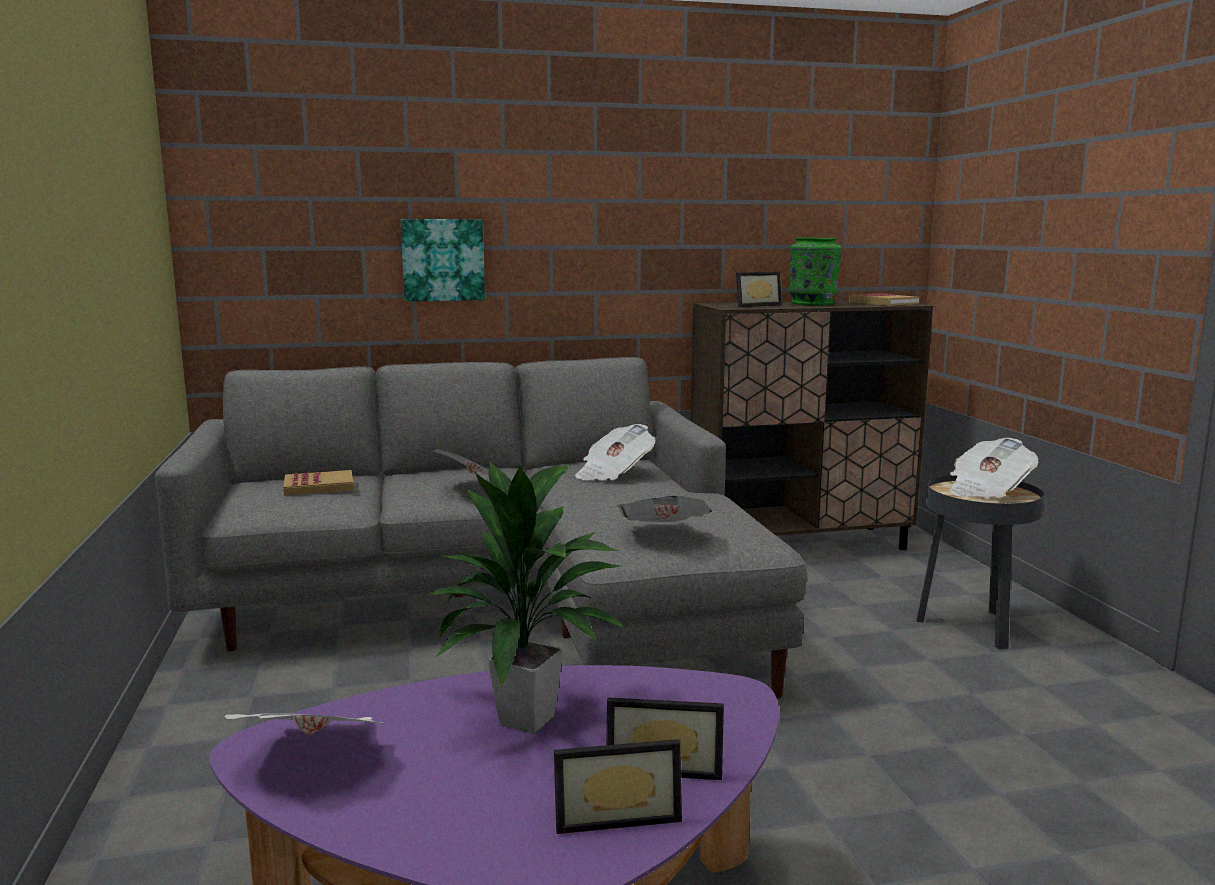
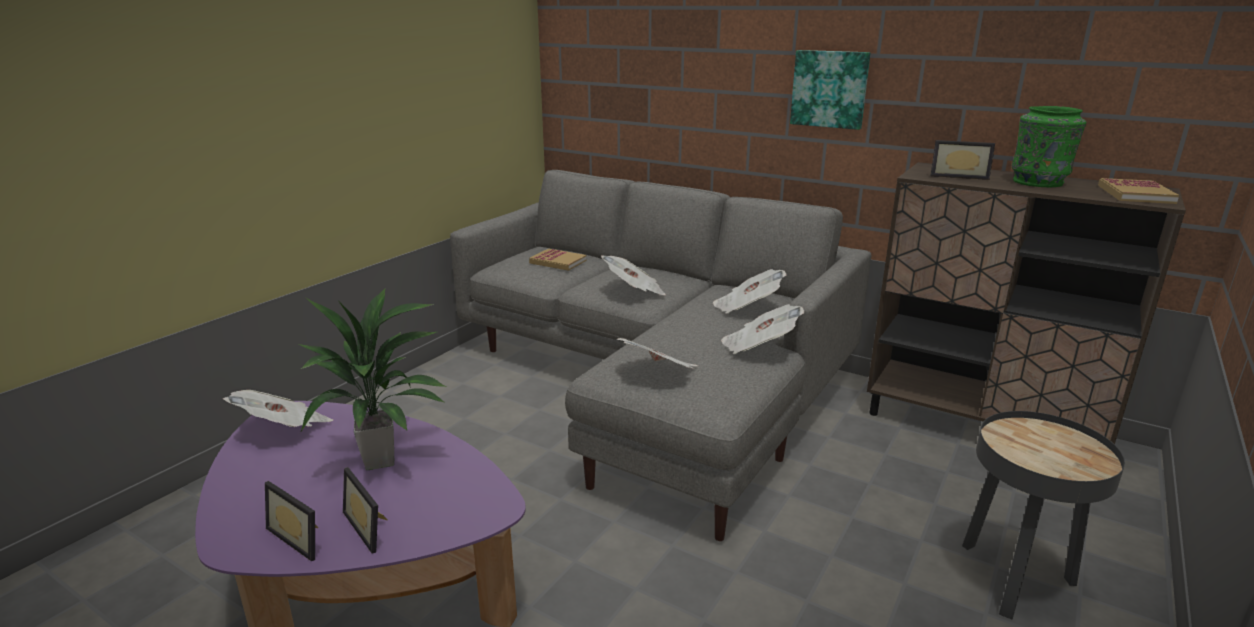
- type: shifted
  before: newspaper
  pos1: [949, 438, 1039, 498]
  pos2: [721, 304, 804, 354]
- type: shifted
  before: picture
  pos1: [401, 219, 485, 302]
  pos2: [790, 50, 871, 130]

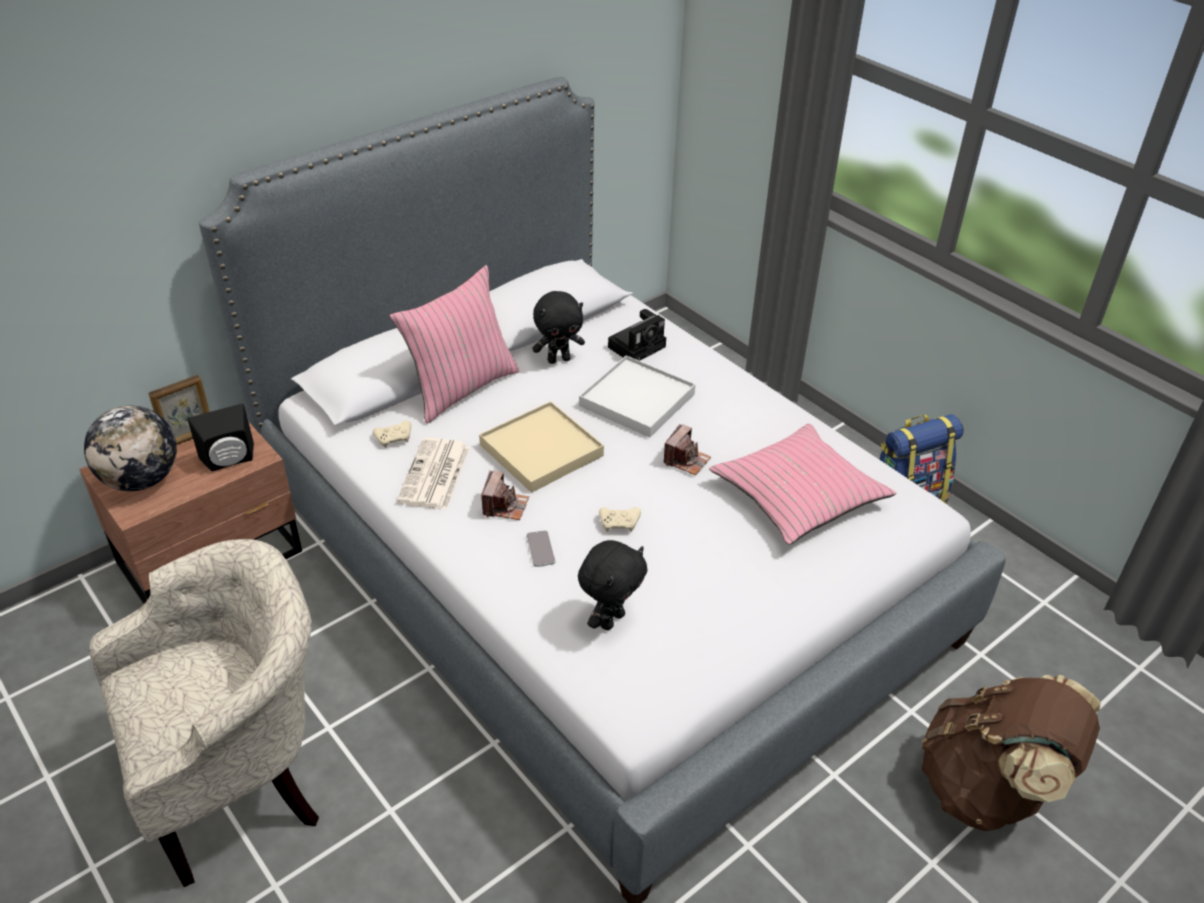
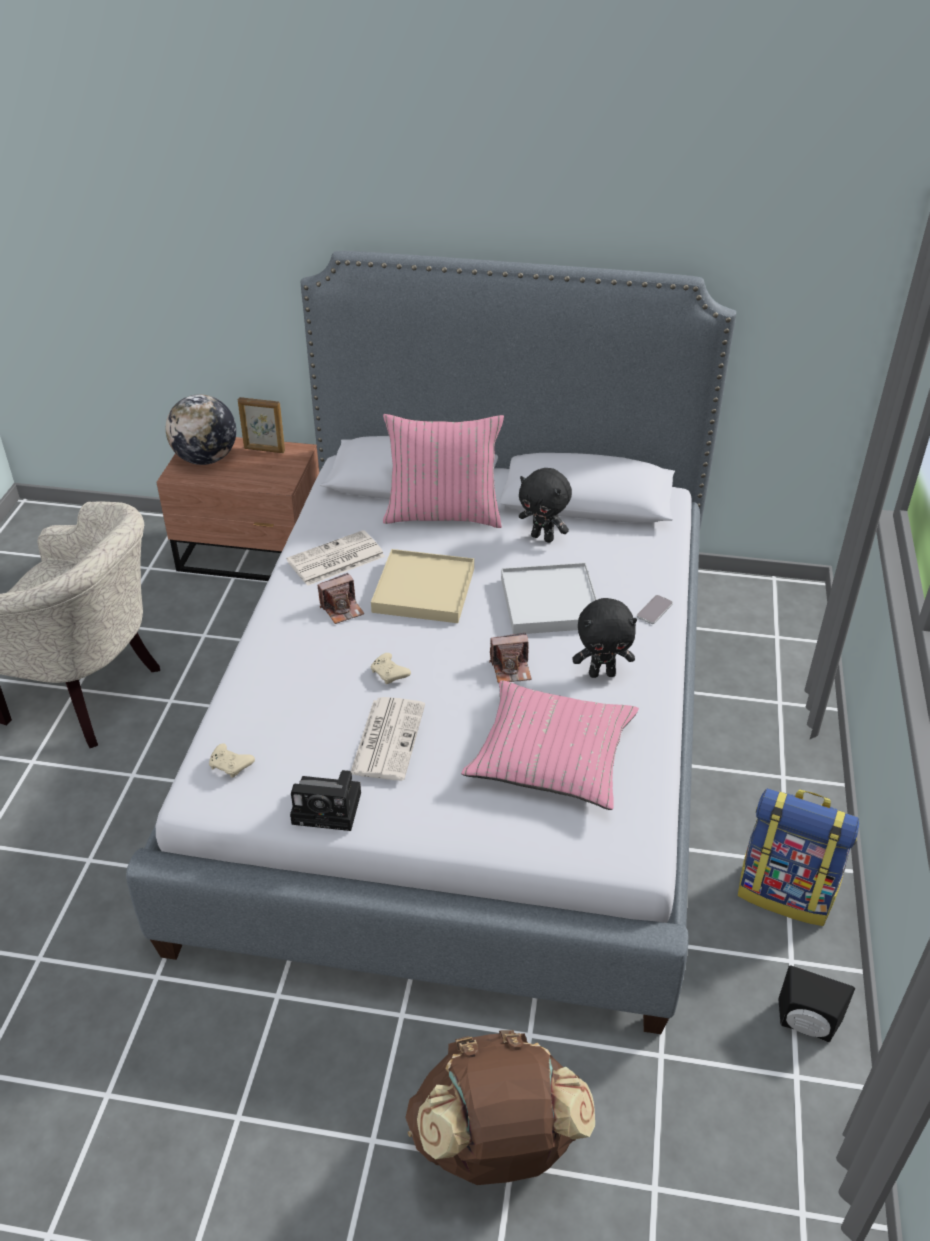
- type: shifted
  before: game controller in beige
  pos1: [373, 421, 411, 448]
  pos2: [209, 744, 255, 778]
- type: shifted
  before: photo camera
  pos1: [608, 309, 666, 361]
  pos2: [290, 770, 361, 831]
- type: new
  after: newspaper
  pos2: [351, 697, 425, 780]
- type: shifted
  before: plush toy in black
  pos1: [578, 540, 648, 630]
  pos2: [572, 598, 637, 678]
- type: shifted
  before: phone
  pos1: [526, 530, 555, 567]
  pos2: [637, 595, 673, 624]
- type: shifted
  before: speaker in black
  pos1: [188, 404, 254, 472]
  pos2: [778, 966, 855, 1042]

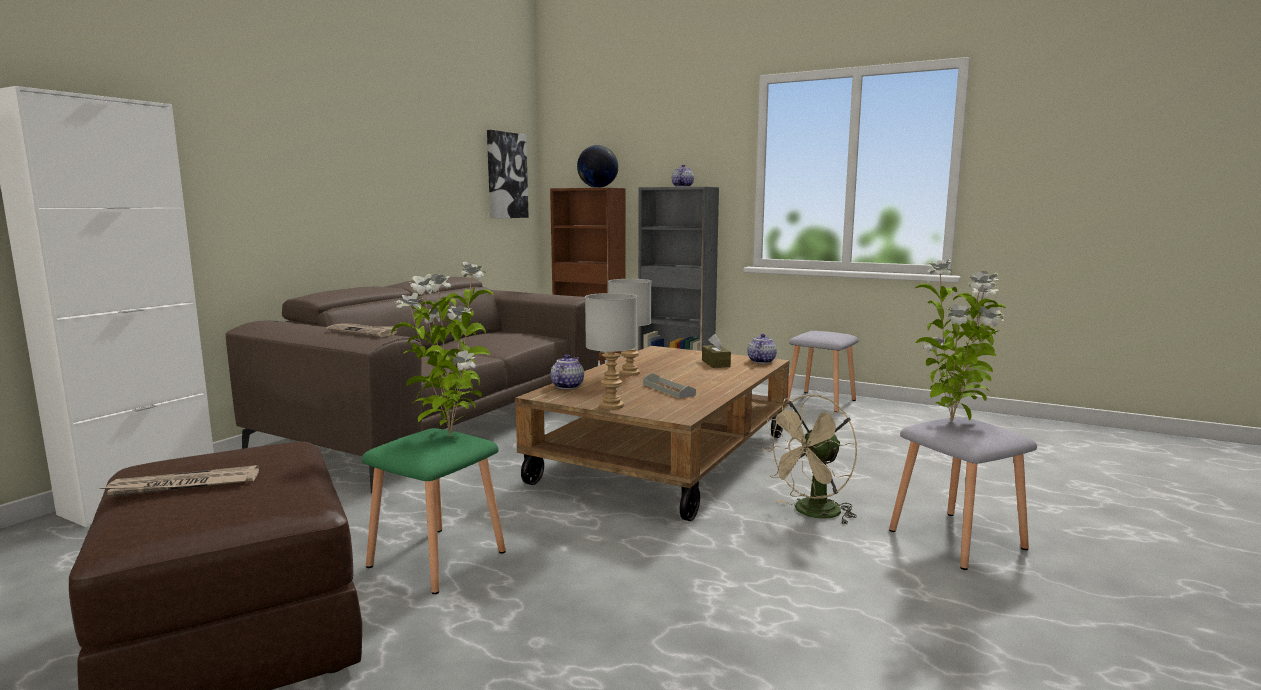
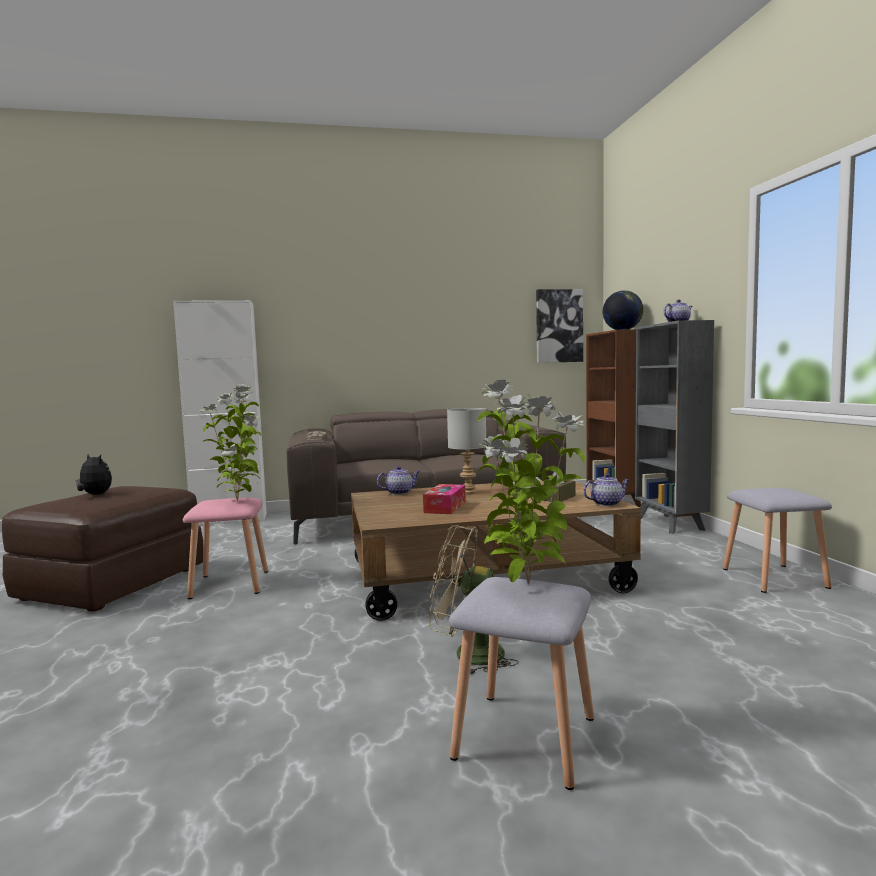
- type: swapped
  before: newspaper
  after: plush toy
  pos1: [100, 465, 259, 497]
  pos2: [76, 454, 112, 495]
- type: repainted
  before: stool in green
  after: stool in pink
  pos1: [361, 428, 506, 594]
  pos2: [183, 498, 268, 599]
- type: swapped
  before: tray in grey
  after: tissue box
  pos1: [643, 373, 696, 399]
  pos2: [423, 484, 466, 514]
- type: gone
  before: table lamp in grey
  pos1: [585, 293, 637, 410]

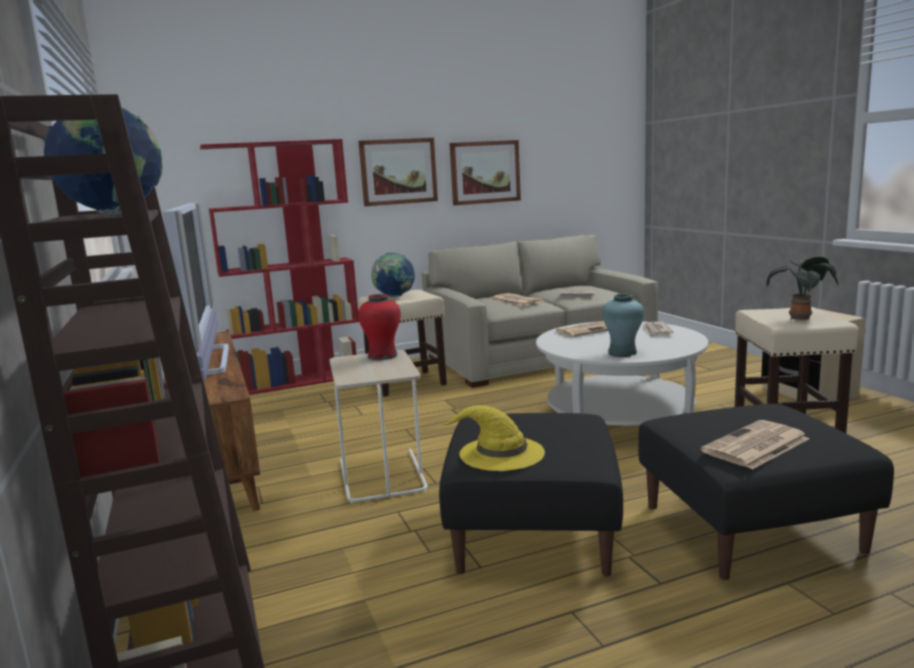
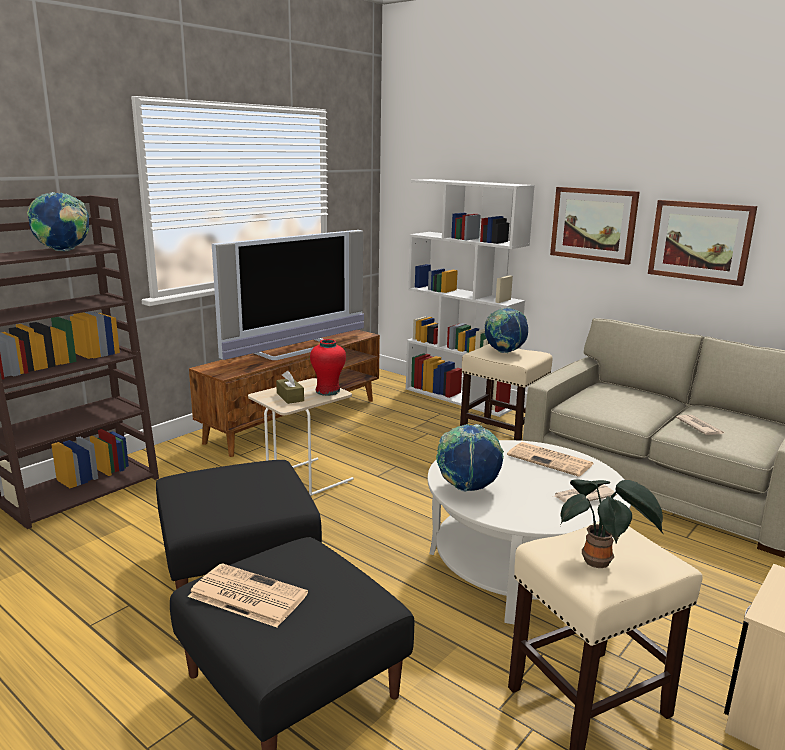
- type: new
  after: tissue box in brown
  pos2: [276, 371, 304, 404]
- type: repainted
  before: bookcase in red
  after: bookcase in white
  pos1: [200, 139, 359, 395]
  pos2: [406, 179, 535, 417]
- type: swapped
  before: vase in turquoise
  after: globe
  pos1: [602, 294, 644, 357]
  pos2: [436, 424, 504, 492]
- type: gone
  before: hat in yellow
  pos1: [439, 405, 545, 471]
- type: gone
  before: newspaper
  pos1: [491, 293, 545, 306]

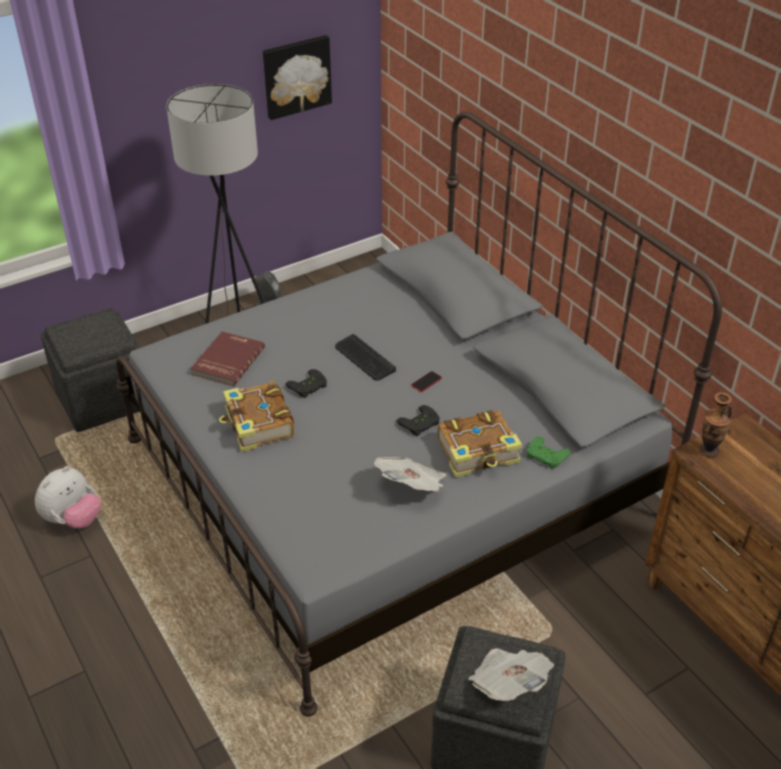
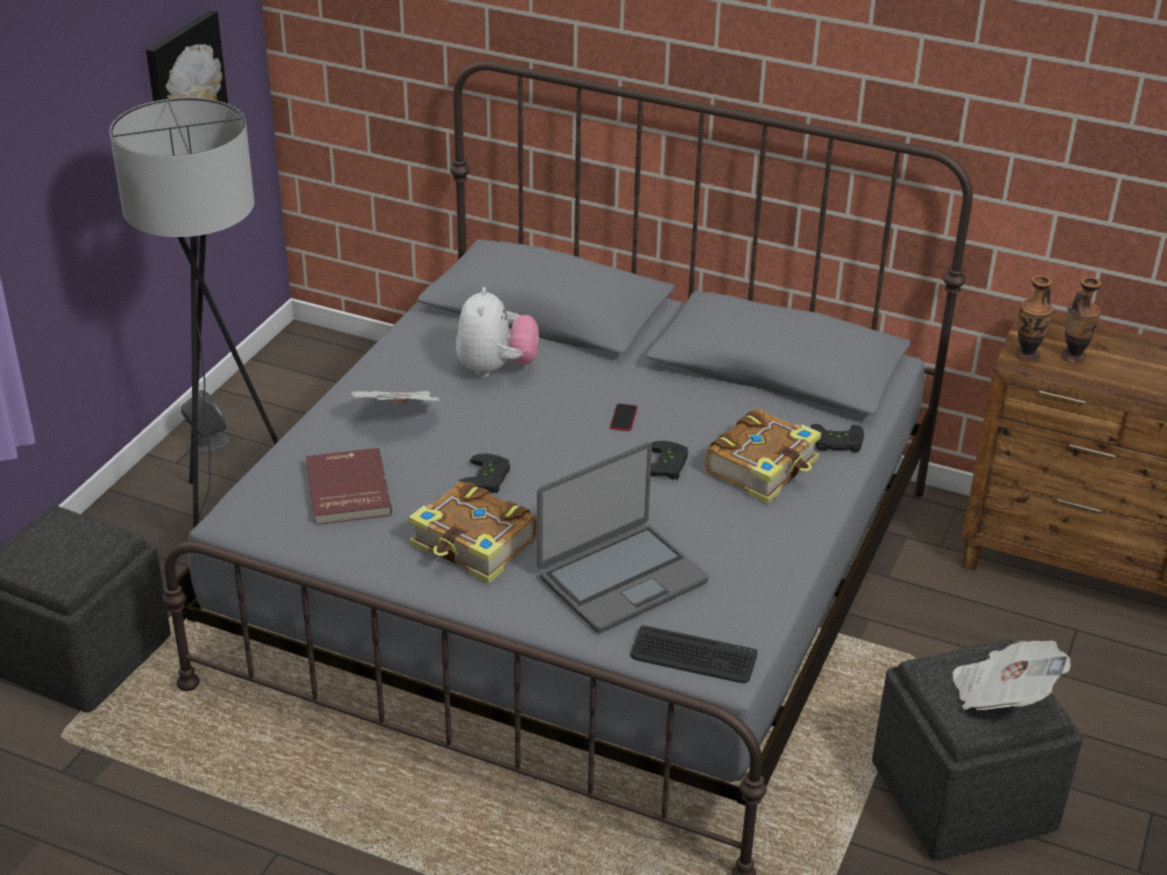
- type: shifted
  before: newspaper
  pos1: [374, 457, 446, 492]
  pos2: [351, 391, 442, 405]
- type: shifted
  before: plush toy
  pos1: [35, 466, 101, 528]
  pos2: [456, 287, 539, 377]
- type: new
  after: laptop
  pos2: [537, 442, 708, 633]
- type: shifted
  before: keyboard
  pos1: [335, 334, 396, 381]
  pos2: [631, 625, 757, 683]
- type: repainted
  before: game controller in green
  after: game controller in black
  pos1: [527, 437, 571, 469]
  pos2: [810, 424, 864, 452]
- type: new
  after: vase
  pos2: [1061, 277, 1102, 364]

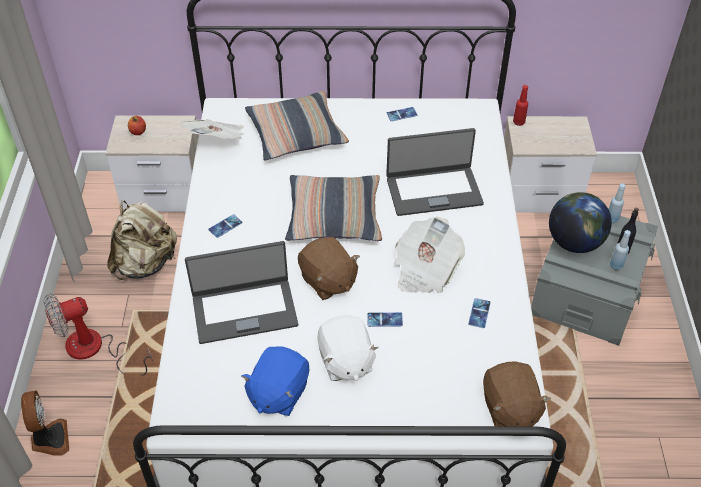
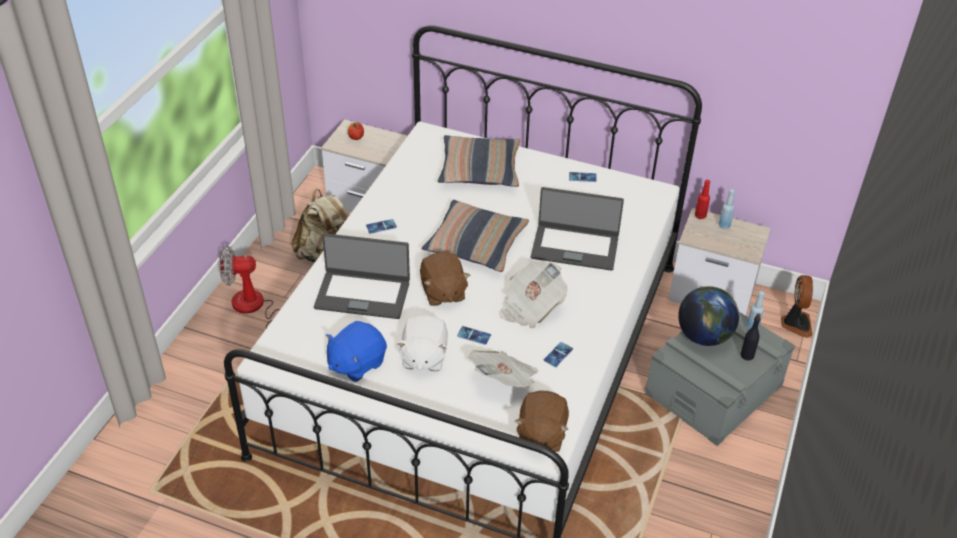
- type: shifted
  before: newspaper
  pos1: [181, 119, 244, 139]
  pos2: [469, 350, 538, 388]
- type: shifted
  before: bottle in blue
  pos1: [610, 230, 631, 270]
  pos2: [719, 189, 735, 229]
- type: shifted
  before: fan
  pos1: [21, 390, 69, 456]
  pos2: [781, 275, 813, 338]

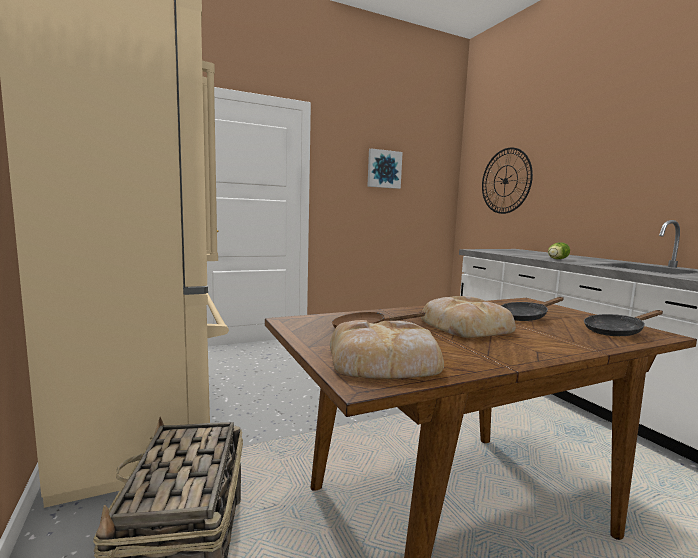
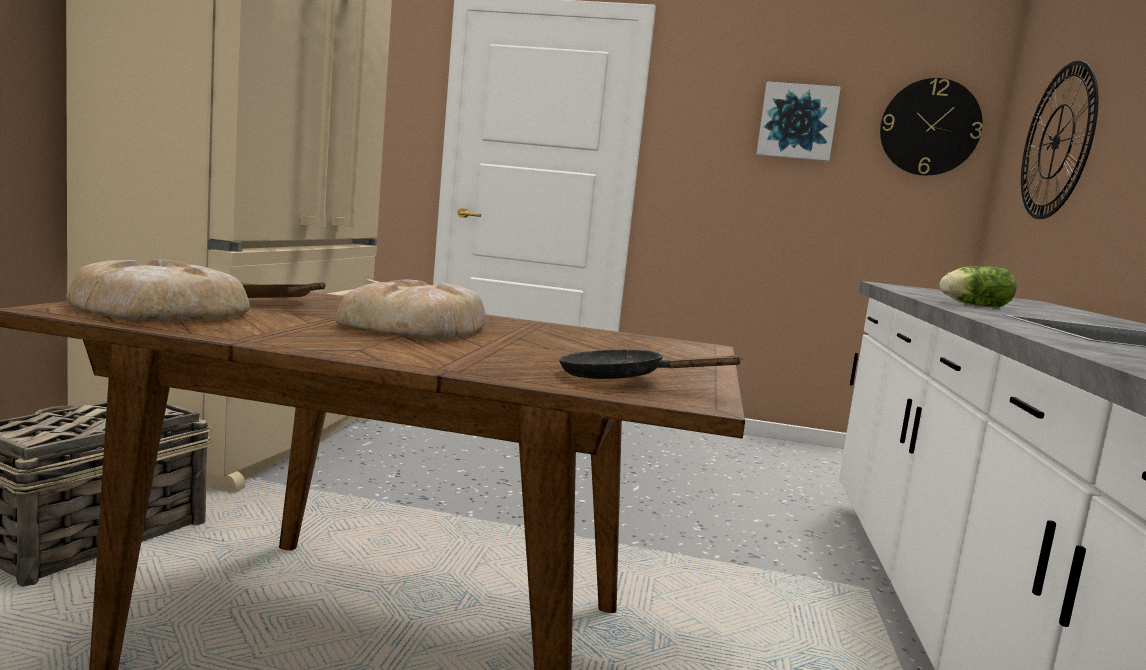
- type: new
  after: wall clock
  pos2: [880, 78, 983, 176]
- type: gone
  before: frying pan in black
  pos1: [501, 297, 564, 321]

